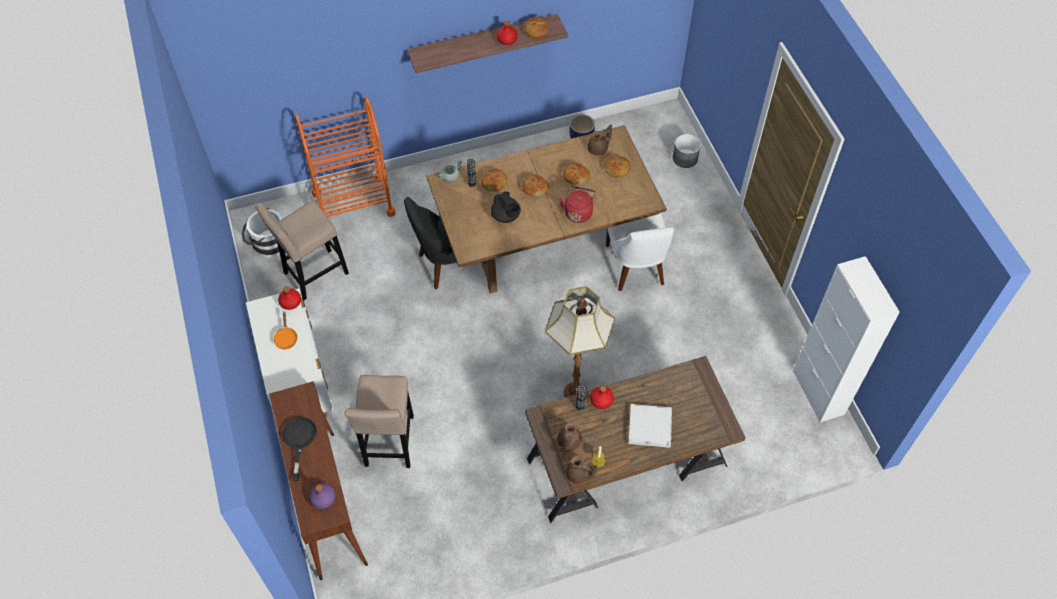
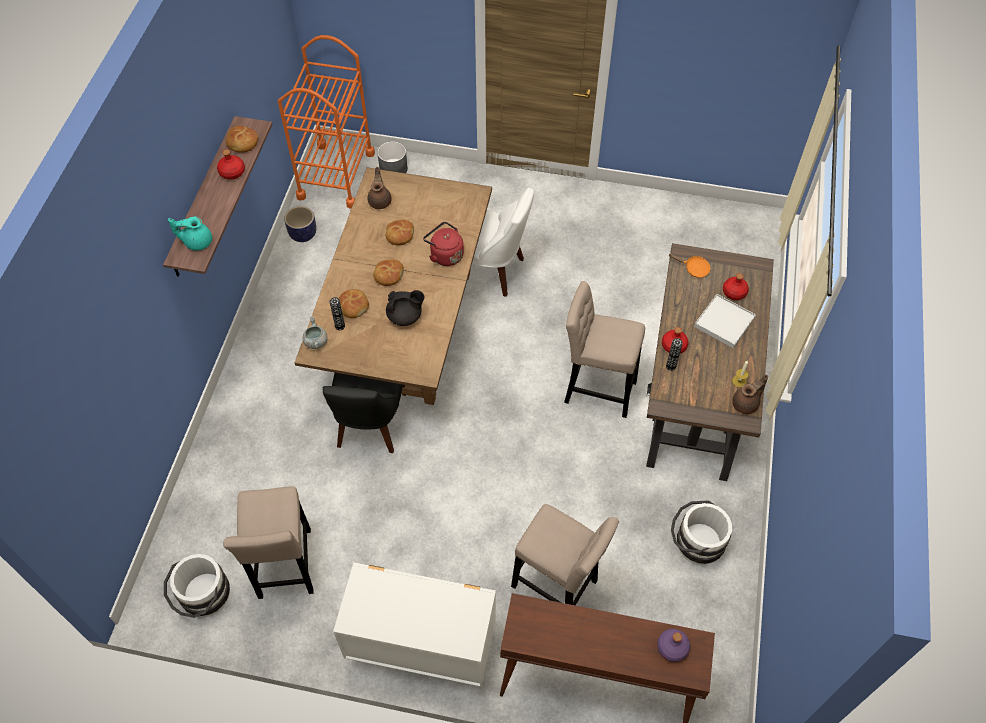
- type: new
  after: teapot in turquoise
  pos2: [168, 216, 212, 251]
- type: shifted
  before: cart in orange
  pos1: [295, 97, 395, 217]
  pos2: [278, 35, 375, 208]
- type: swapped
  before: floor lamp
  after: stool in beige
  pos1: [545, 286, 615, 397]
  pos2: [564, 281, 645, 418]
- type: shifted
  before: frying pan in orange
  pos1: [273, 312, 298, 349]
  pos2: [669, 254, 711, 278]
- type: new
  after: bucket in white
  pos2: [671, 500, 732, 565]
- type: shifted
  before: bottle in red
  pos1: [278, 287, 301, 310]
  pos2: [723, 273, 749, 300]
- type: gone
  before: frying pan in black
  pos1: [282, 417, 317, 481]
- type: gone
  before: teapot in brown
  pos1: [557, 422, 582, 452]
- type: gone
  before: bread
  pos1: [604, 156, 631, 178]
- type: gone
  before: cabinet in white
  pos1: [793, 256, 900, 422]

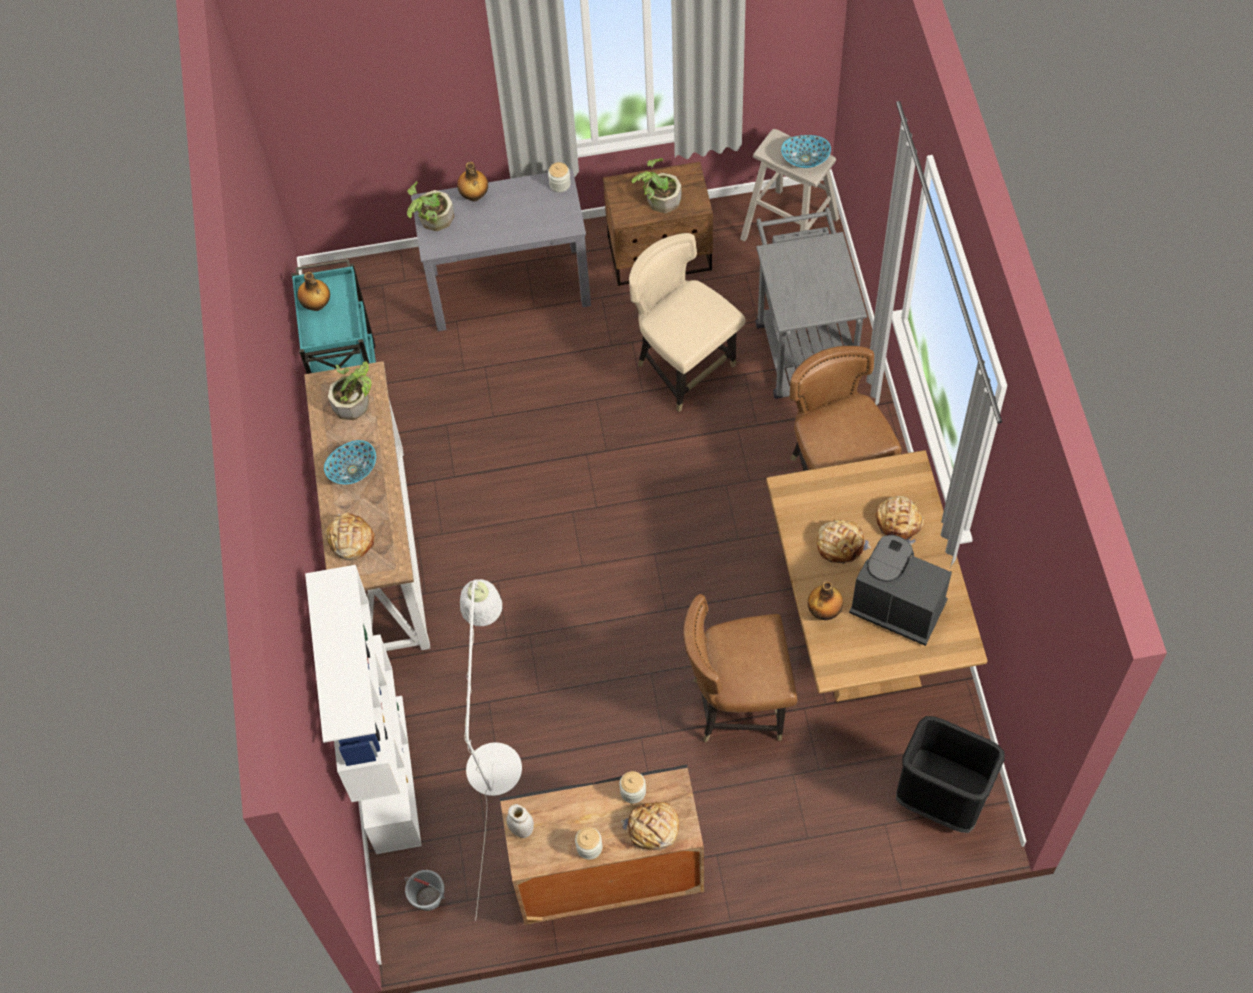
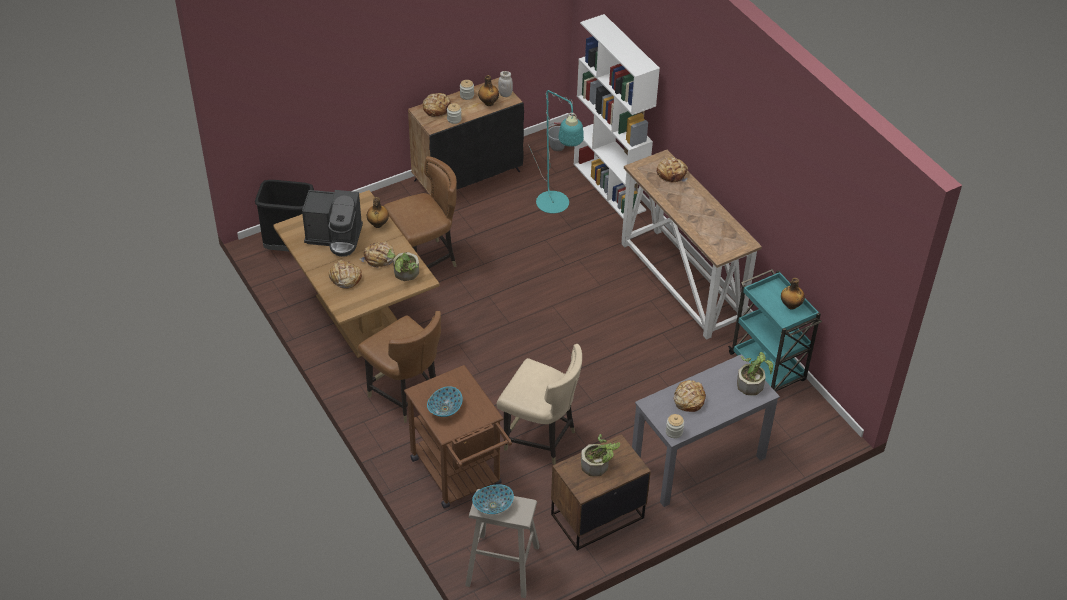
- type: shifted
  before: potted plant
  pos1: [328, 361, 372, 420]
  pos2: [387, 249, 419, 281]
- type: repainted
  before: cart in grey
  after: cart in brown
  pos1: [755, 207, 867, 399]
  pos2: [404, 365, 512, 509]
- type: shifted
  before: bowl
  pos1: [324, 440, 376, 484]
  pos2: [427, 386, 463, 417]
- type: shifted
  before: bottle
  pos1: [457, 162, 488, 201]
  pos2: [478, 75, 499, 106]
- type: repainted
  before: floor lamp in white
  after: floor lamp in turquoise
  pos1: [460, 579, 522, 921]
  pos2: [528, 90, 584, 214]
- type: new
  after: bread
  pos2: [673, 380, 706, 412]

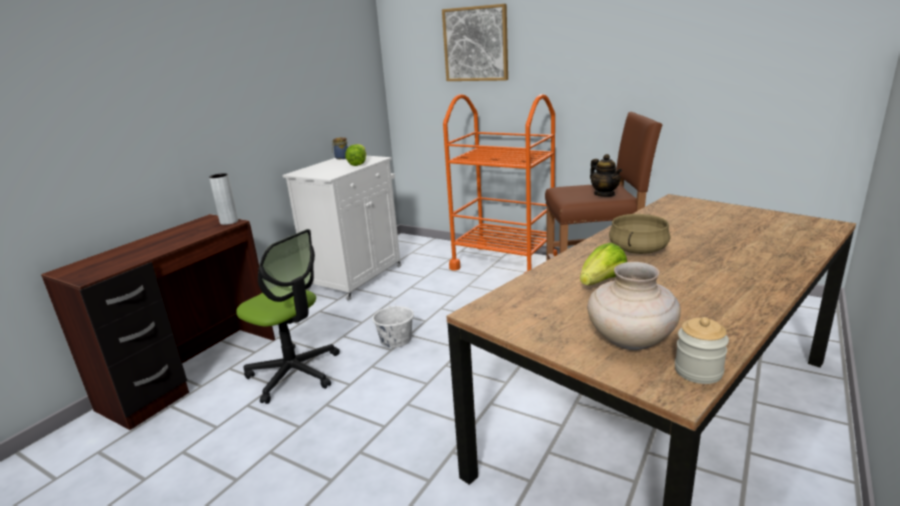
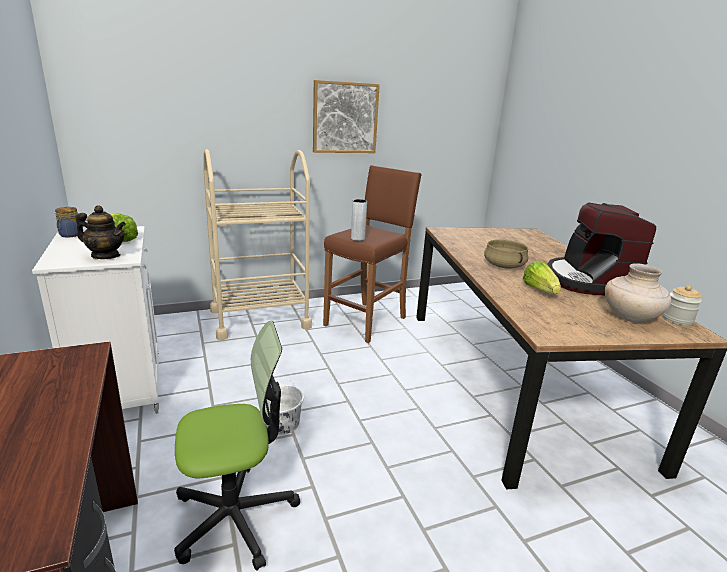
- type: shifted
  before: teapot
  pos1: [590, 154, 622, 197]
  pos2: [76, 206, 126, 259]
- type: repainted
  before: cart in orange
  after: cart in beige
  pos1: [443, 94, 557, 272]
  pos2: [203, 149, 312, 340]
- type: shifted
  before: picture
  pos1: [442, 4, 508, 81]
  pos2: [313, 80, 380, 153]
- type: shifted
  before: vase in grey
  pos1: [209, 173, 238, 225]
  pos2: [351, 199, 367, 241]
- type: new
  after: coffee machine
  pos2: [547, 203, 656, 296]

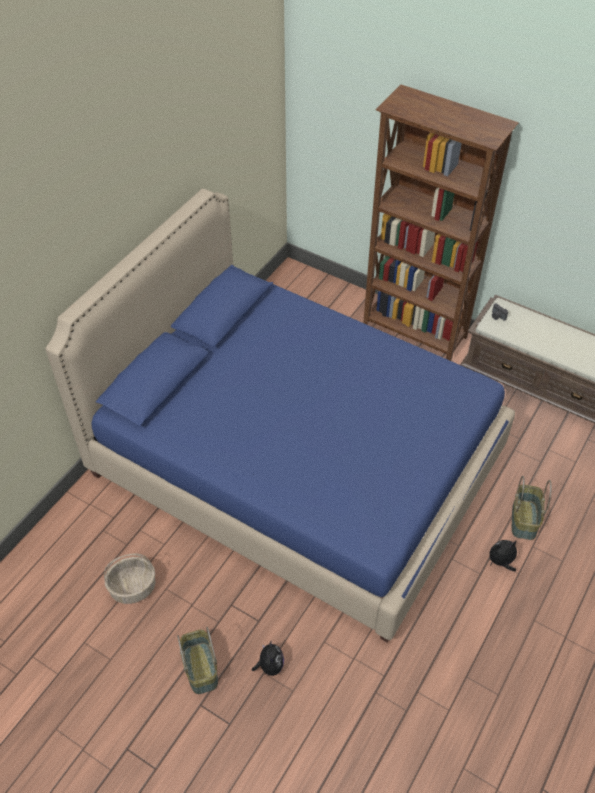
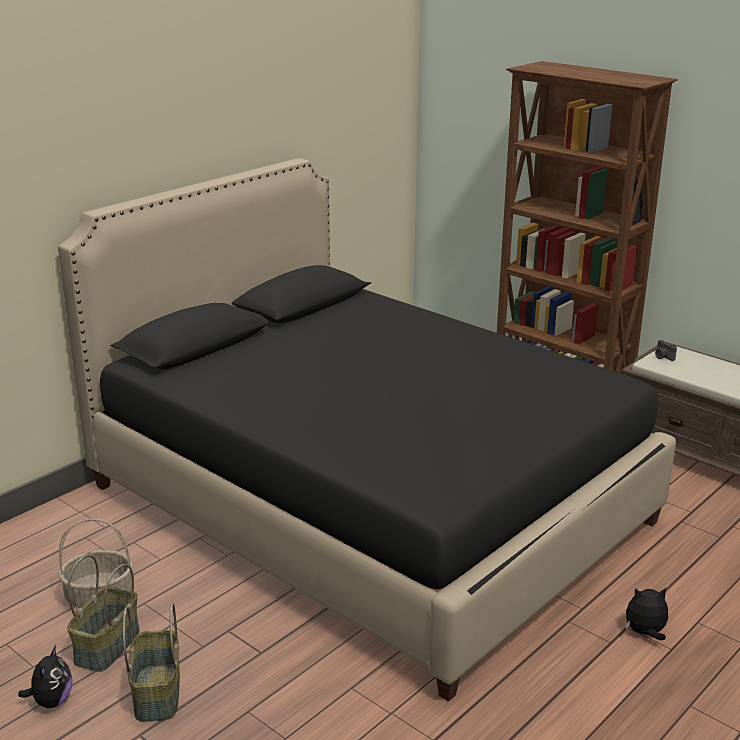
- type: shifted
  before: plush toy
  pos1: [252, 640, 284, 676]
  pos2: [18, 645, 72, 708]
- type: repainted
  before: bed in blue
  after: bed in black
  pos1: [45, 189, 515, 643]
  pos2: [58, 158, 676, 702]
- type: shifted
  before: basket
  pos1: [512, 476, 552, 540]
  pos2: [67, 555, 140, 672]

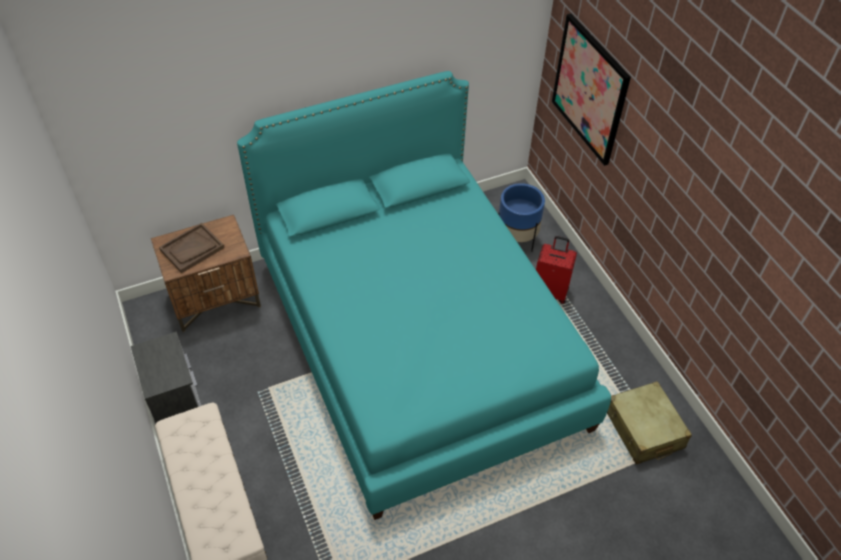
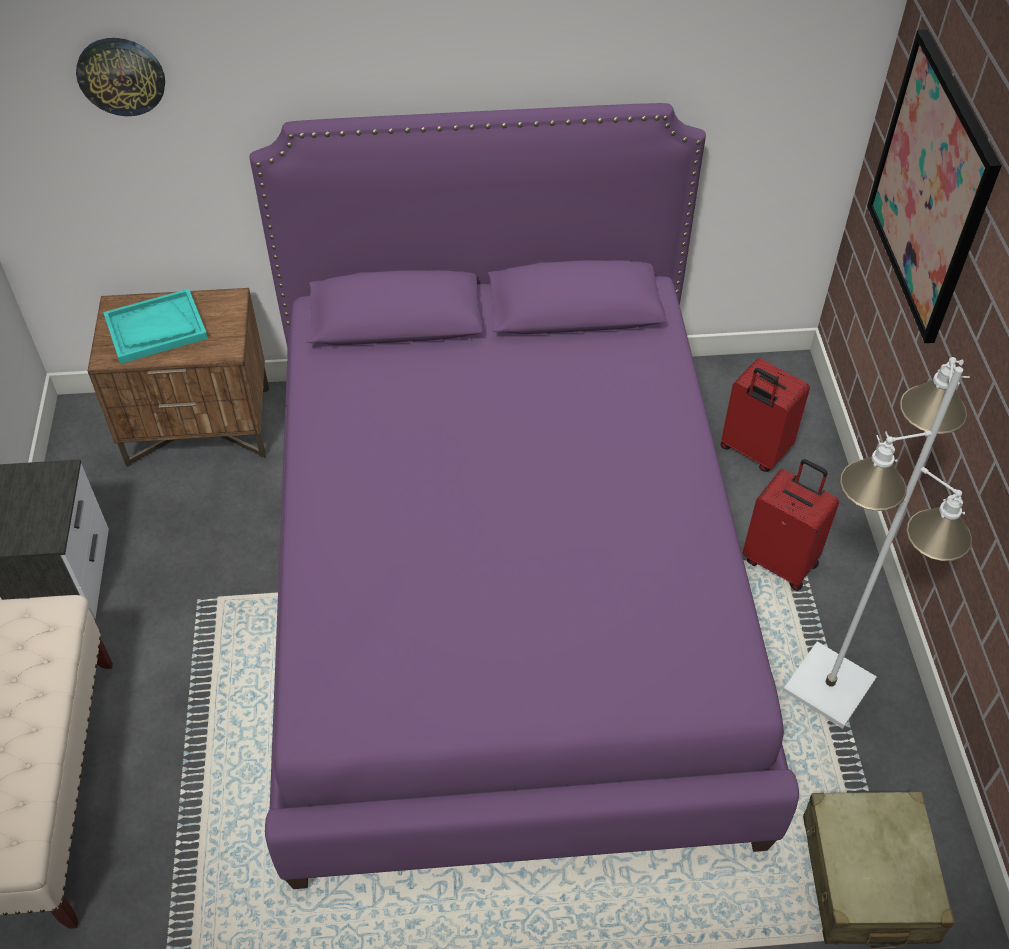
- type: new
  after: wall clock
  pos2: [76, 38, 165, 116]
- type: repainted
  before: tray in brown
  after: tray in turquoise
  pos1: [159, 223, 225, 273]
  pos2: [103, 289, 208, 364]
- type: repainted
  before: bed in turquoise
  after: bed in purple
  pos1: [237, 71, 611, 520]
  pos2: [249, 103, 799, 889]
- type: swapped
  before: planter in blue
  after: suitcase in red
  pos1: [498, 183, 545, 252]
  pos2: [720, 358, 810, 472]
- type: new
  after: floor lamp in white
  pos2: [783, 357, 972, 729]

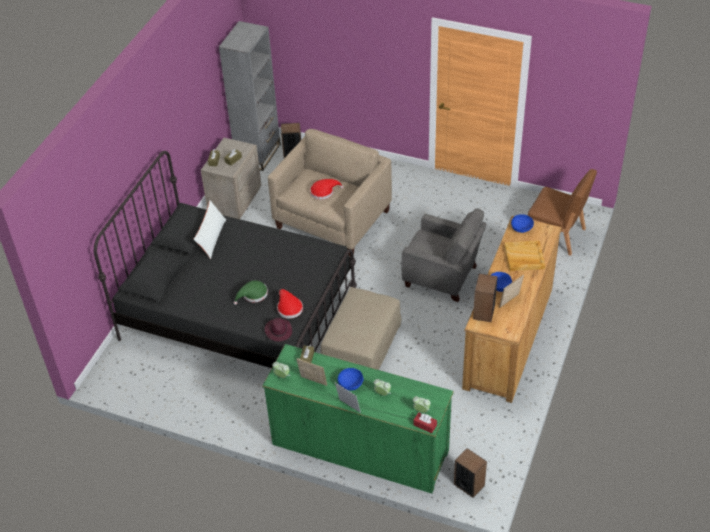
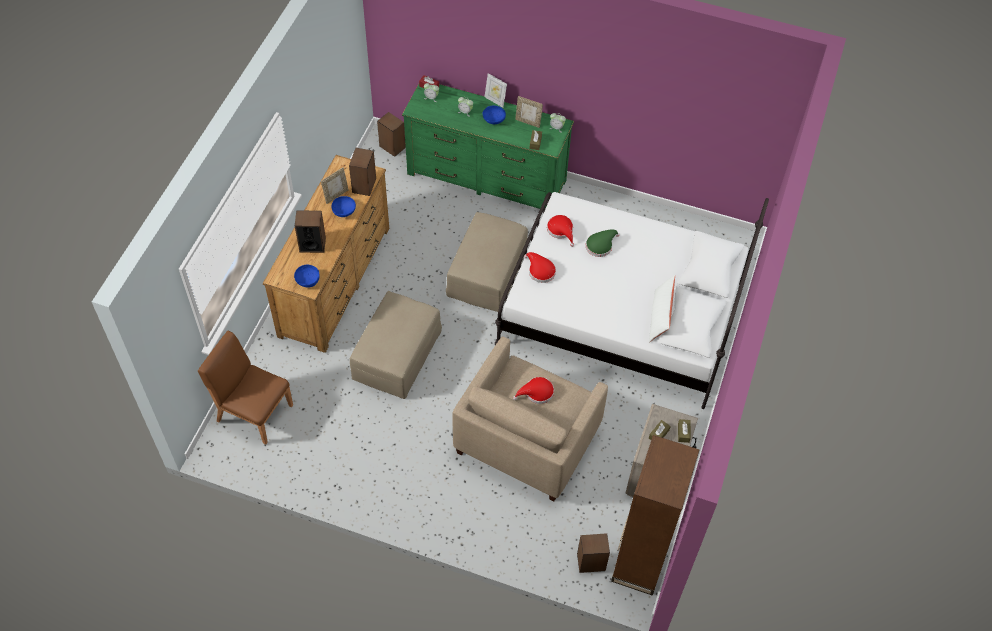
- type: swapped
  before: tray in beige
  after: speaker
  pos1: [504, 241, 545, 271]
  pos2: [295, 210, 326, 253]
- type: swapped
  before: armchair in grey
  after: ottoman in beige
  pos1: [401, 208, 487, 302]
  pos2: [350, 291, 442, 399]
- type: repainted
  before: bed in black
  after: bed in white
  pos1: [94, 151, 357, 368]
  pos2: [495, 192, 769, 409]
- type: new
  after: hat in red
  pos2: [524, 252, 556, 283]
- type: repainted
  before: bookcase in grey
  after: bookcase in brown
  pos1: [219, 21, 281, 171]
  pos2: [611, 435, 699, 596]
- type: gone
  before: hat in purple
  pos1: [265, 318, 292, 341]

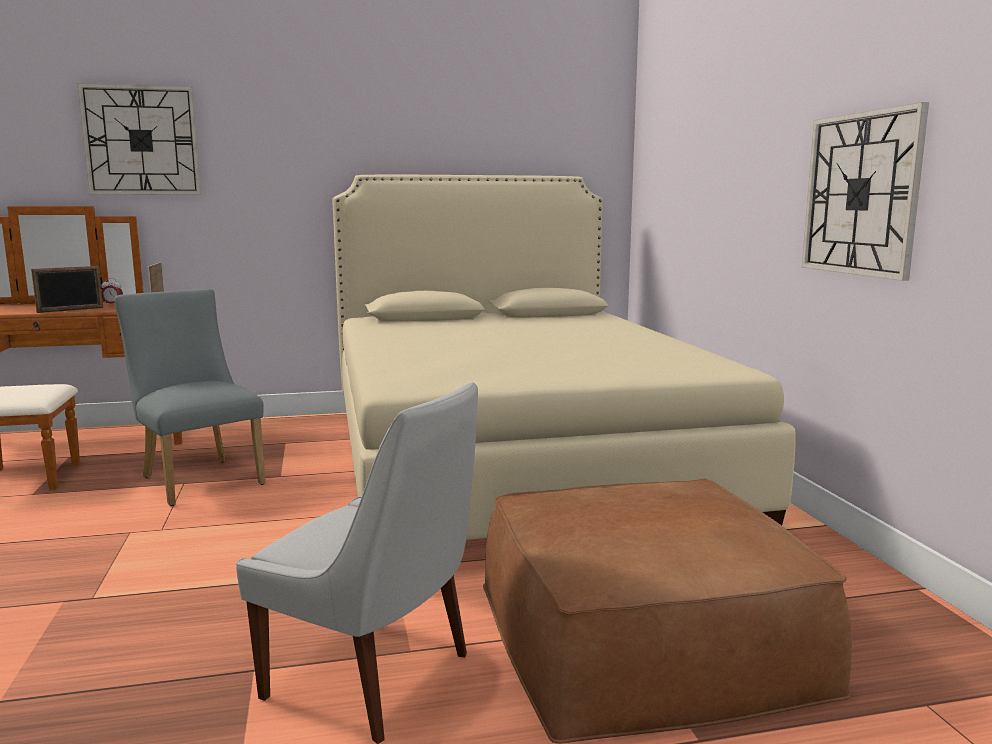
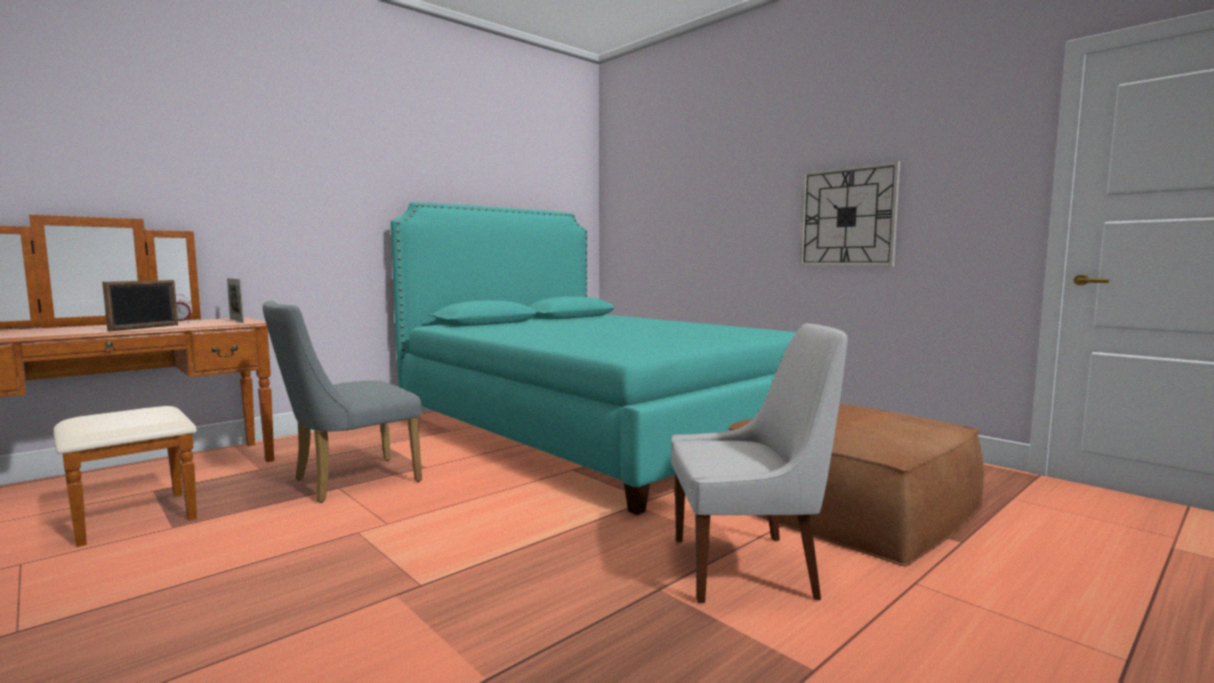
- type: rotated
  before: chair in grey
  pos1: [114, 289, 266, 506]
  pos2: [263, 301, 422, 503]
  turn: -60
- type: repainted
  before: bed in beige
  after: bed in turquoise
  pos1: [332, 175, 796, 540]
  pos2: [390, 202, 796, 515]
- type: gone
  before: wall clock
  pos1: [77, 83, 201, 195]

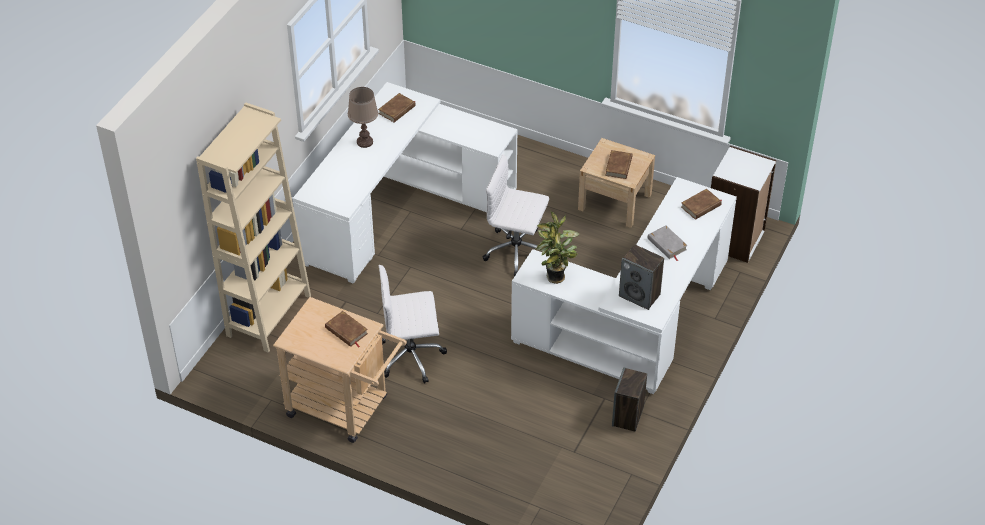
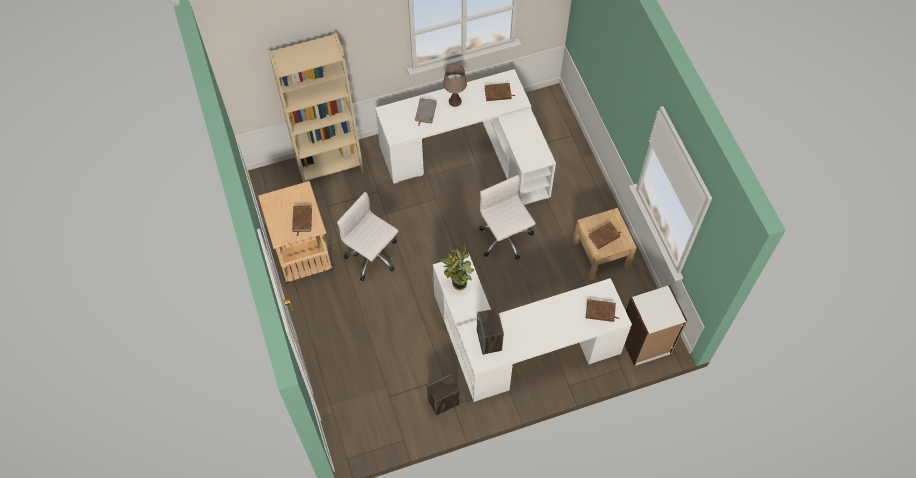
- type: shifted
  before: book in grey
  pos1: [647, 225, 688, 261]
  pos2: [415, 98, 437, 125]

